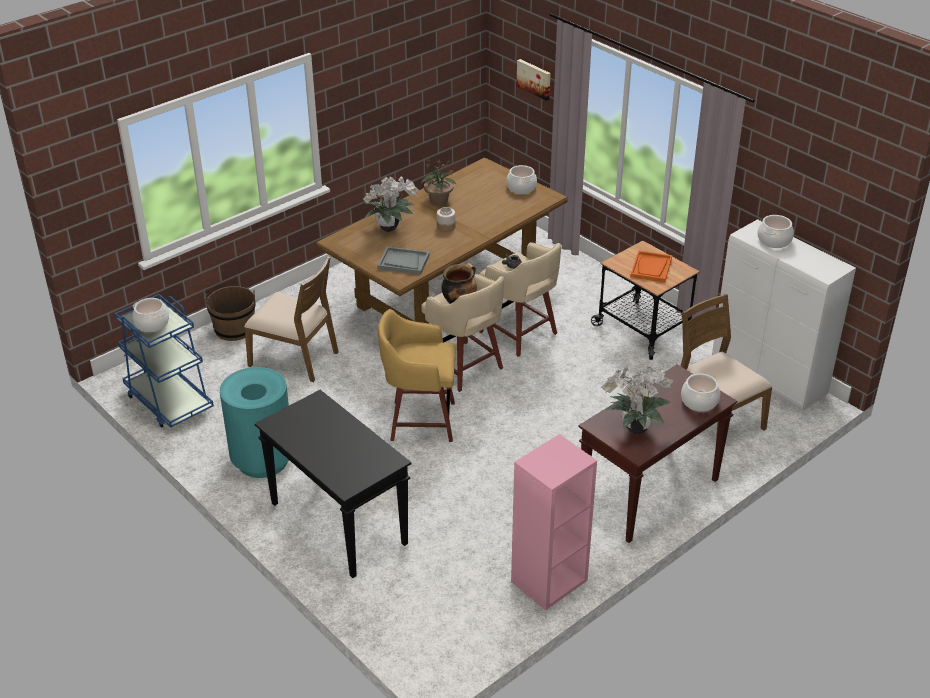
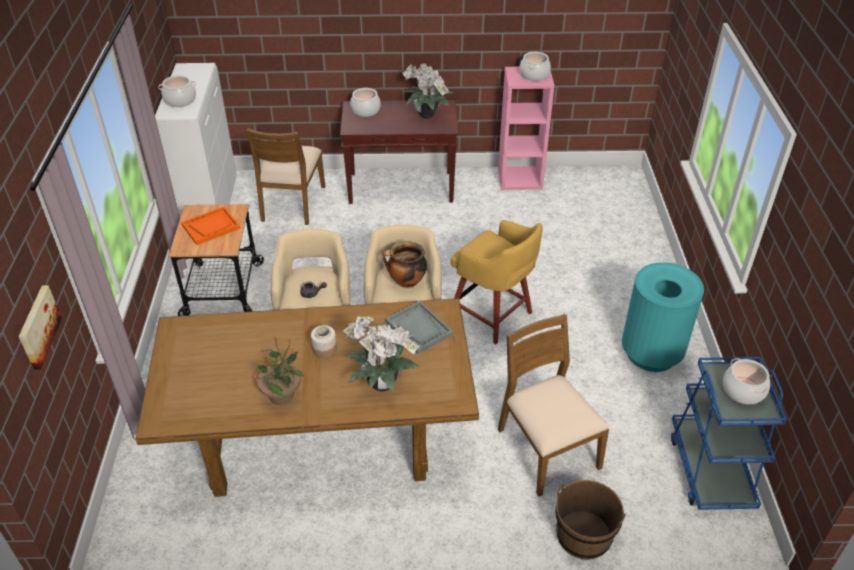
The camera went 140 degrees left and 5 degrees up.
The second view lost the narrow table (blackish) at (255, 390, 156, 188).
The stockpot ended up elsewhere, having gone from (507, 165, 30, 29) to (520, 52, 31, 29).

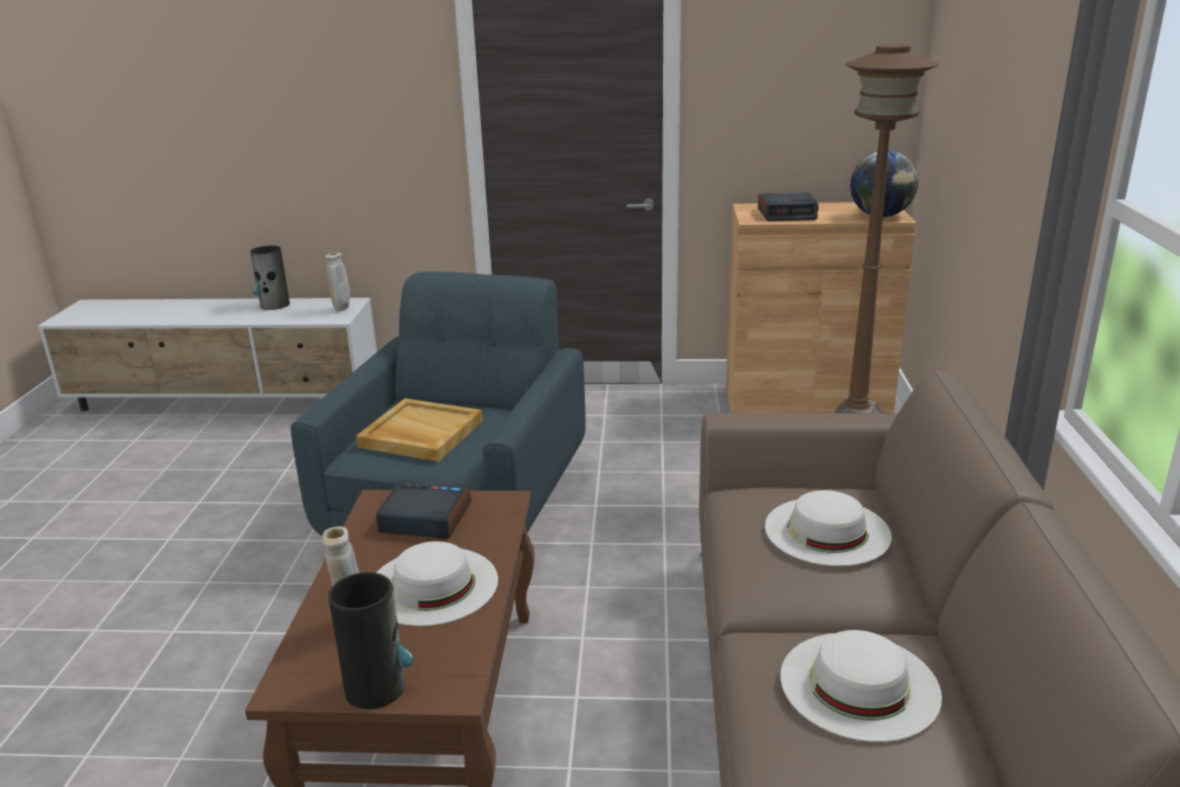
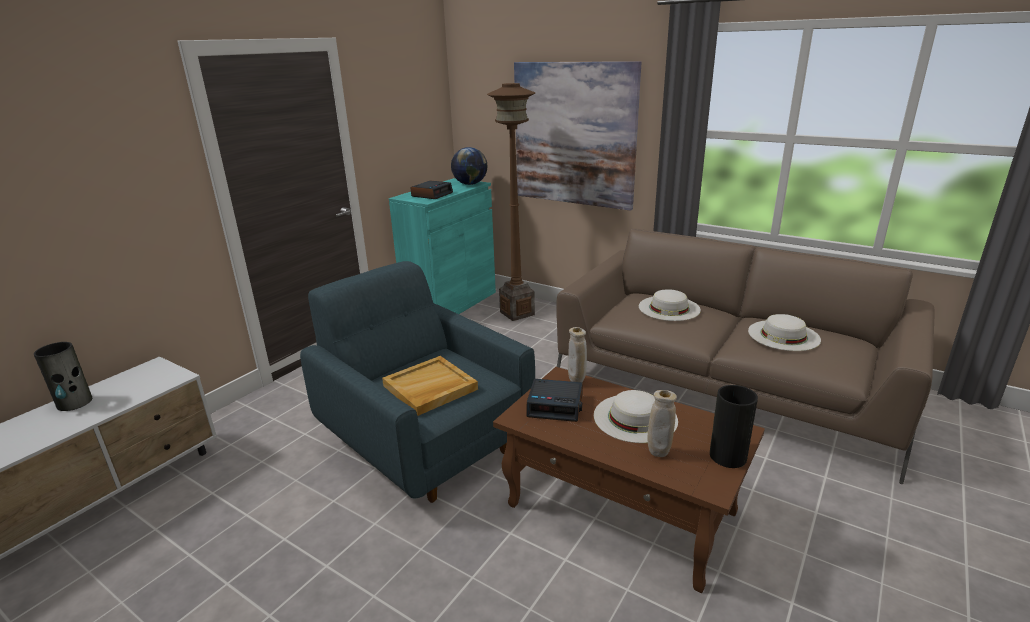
The camera went 60 degrees left and 0 degrees up.
The second view gained the picture at (514, 61, 127, 150).
The flower vase (beige) ended up elsewhere, having gone from (325, 252, 25, 59) to (568, 327, 19, 55).
What was the cabinet (brown) at (726, 202, 190, 211) turned into the cabinet (blue-green) at (389, 178, 107, 136).
The alarm clock at (376, 480, 96, 59) ended up facing another way, 120 degrees counterclockwise from before.

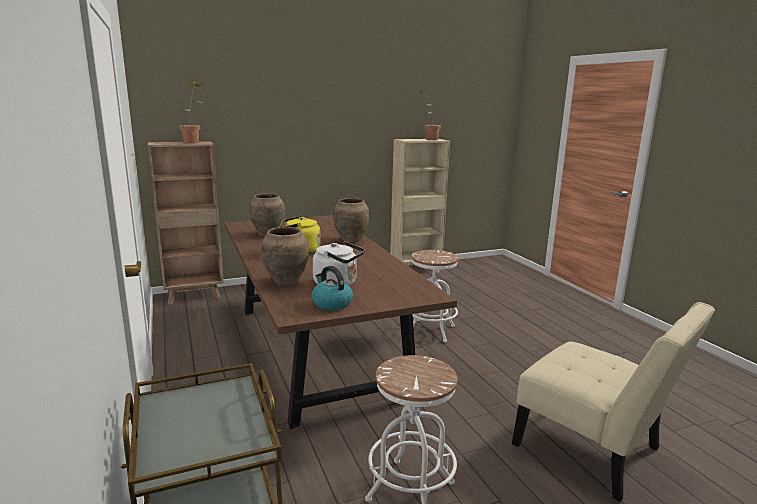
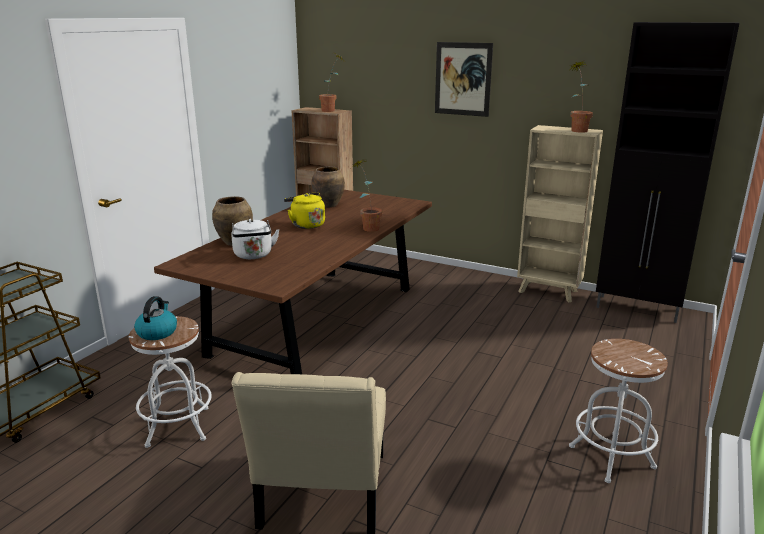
The camera went 50 degrees right and 5 degrees up.
The second view gained the picture at (435, 42, 58, 75).
The second view gained the cabinet (blackish) at (596, 22, 143, 301).
The kettle ended up elsewhere, having gone from (312, 266, 41, 44) to (134, 296, 43, 44).
The stool (white-coloured) ended up elsewhere, having gone from (411, 250, 47, 92) to (569, 339, 99, 144).
Where the flower vase (brown) stood at (333, 198, 36, 45), the plant in a pot came to stand at (350, 160, 32, 72).

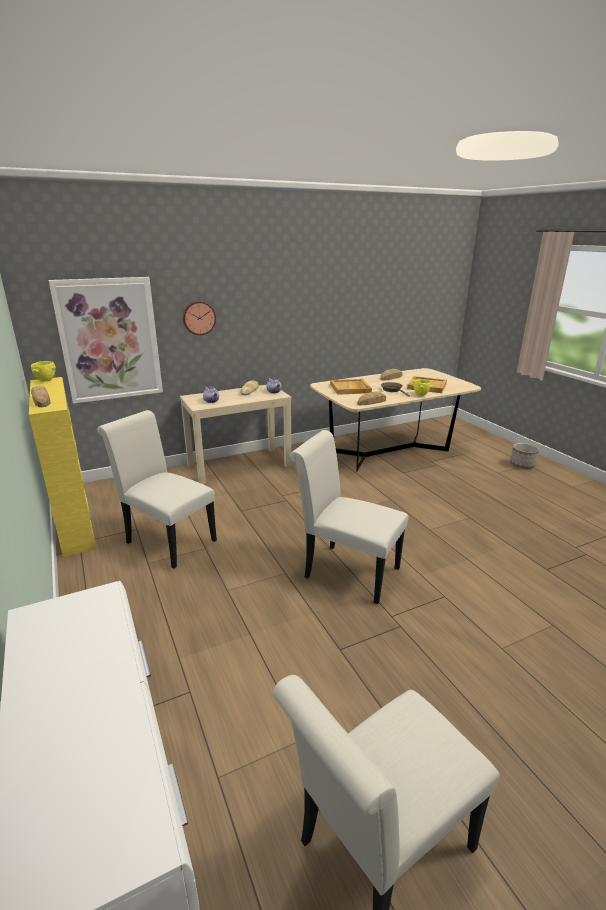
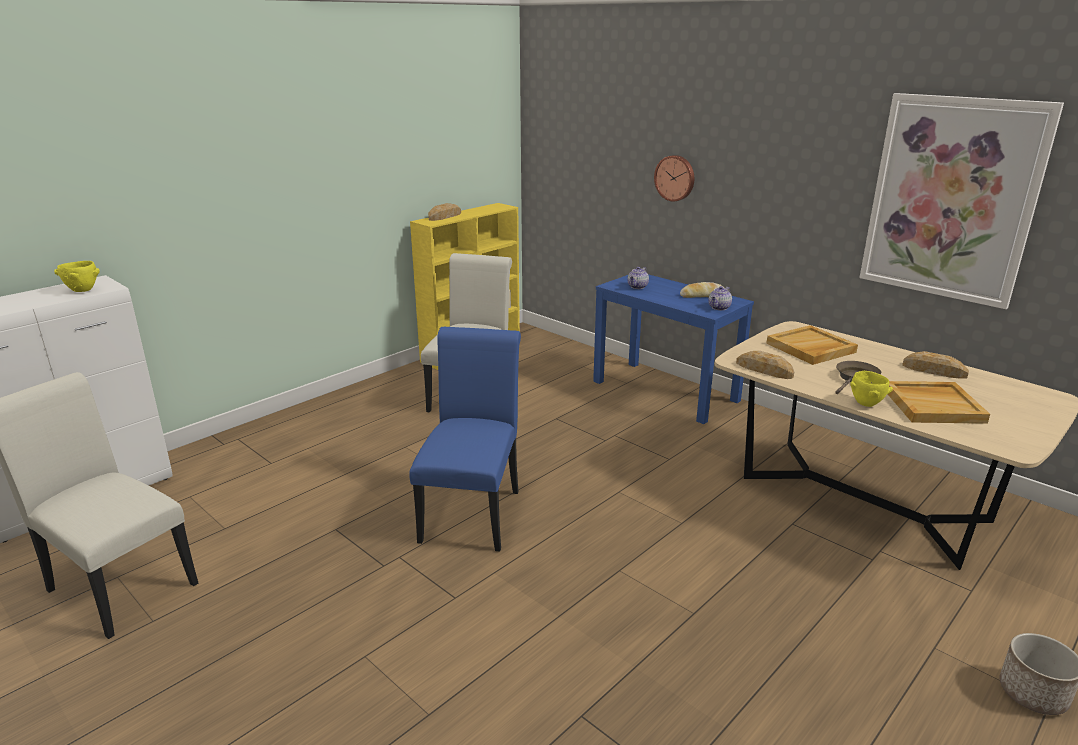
The camera went 70 degrees right and 0 degrees up.
The serving bowl (yellow-coloured) ended up elsewhere, having gone from (31, 361, 25, 21) to (54, 261, 46, 31).
The picture ended up elsewhere, having gone from (49, 277, 114, 127) to (859, 93, 205, 216).
What was the narrow table (beige) at (180, 385, 112, 99) turned into the narrow table (blue) at (593, 274, 161, 150).
What was the plain chair (white-coloured) at (290, 430, 118, 174) turned into the plain chair (blue) at (409, 327, 112, 224).

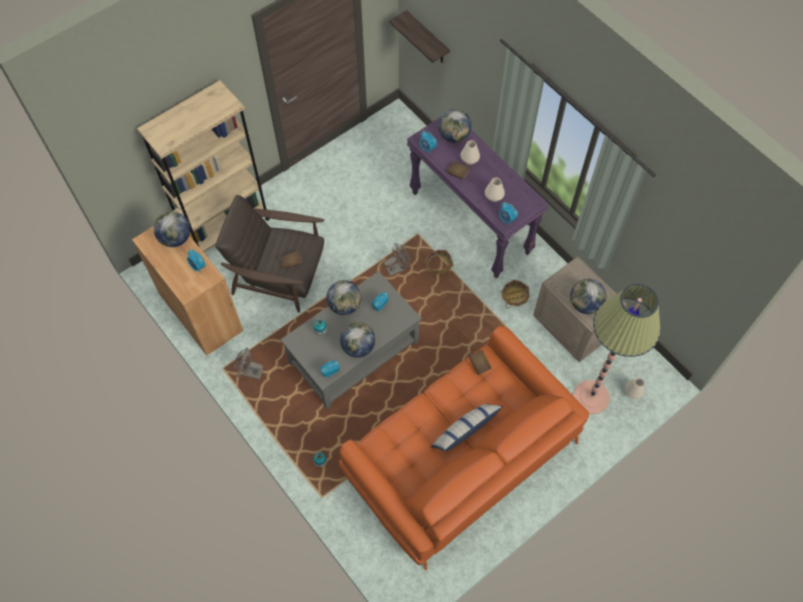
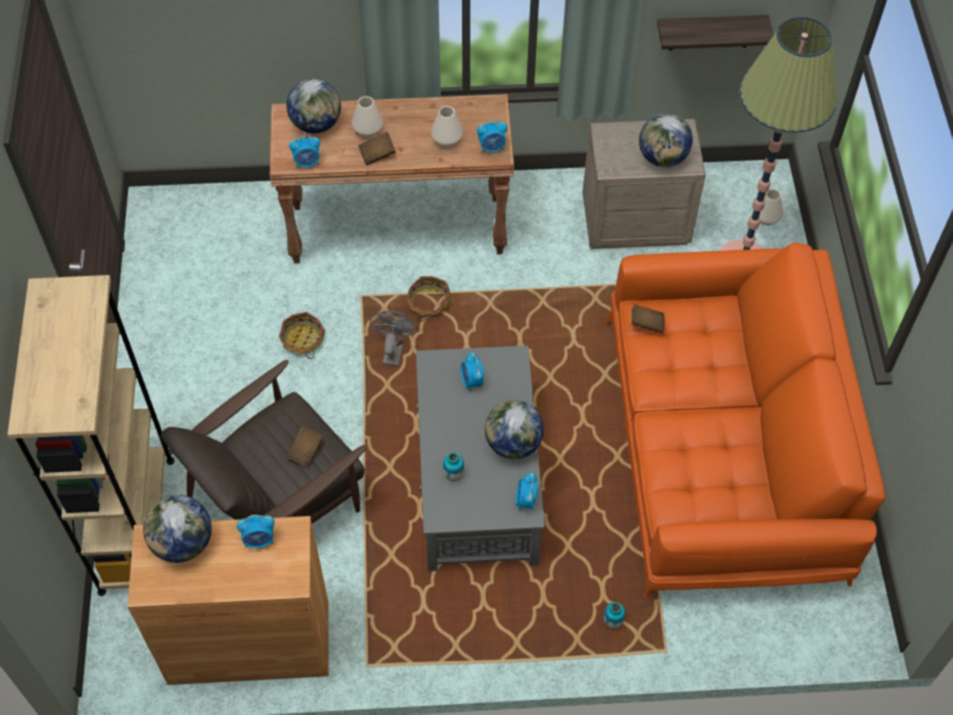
The camera went 55 degrees left and 5 degrees down.
The second view lost the cooling fan (gray) at (234, 347, 29, 32).
The second view lost the world globe at (327, 280, 34, 35).
The second view lost the pillow at (431, 404, 72, 47).
The wall shelf ended up elsewhere, having gone from (389, 10, 61, 53) to (657, 15, 117, 35).
The storage basket ended up elsewhere, having gone from (501, 280, 28, 28) to (279, 312, 46, 47).
What was the narrow table (purplish) at (407, 117, 142, 161) turned into the narrow table (brown) at (270, 94, 244, 169).

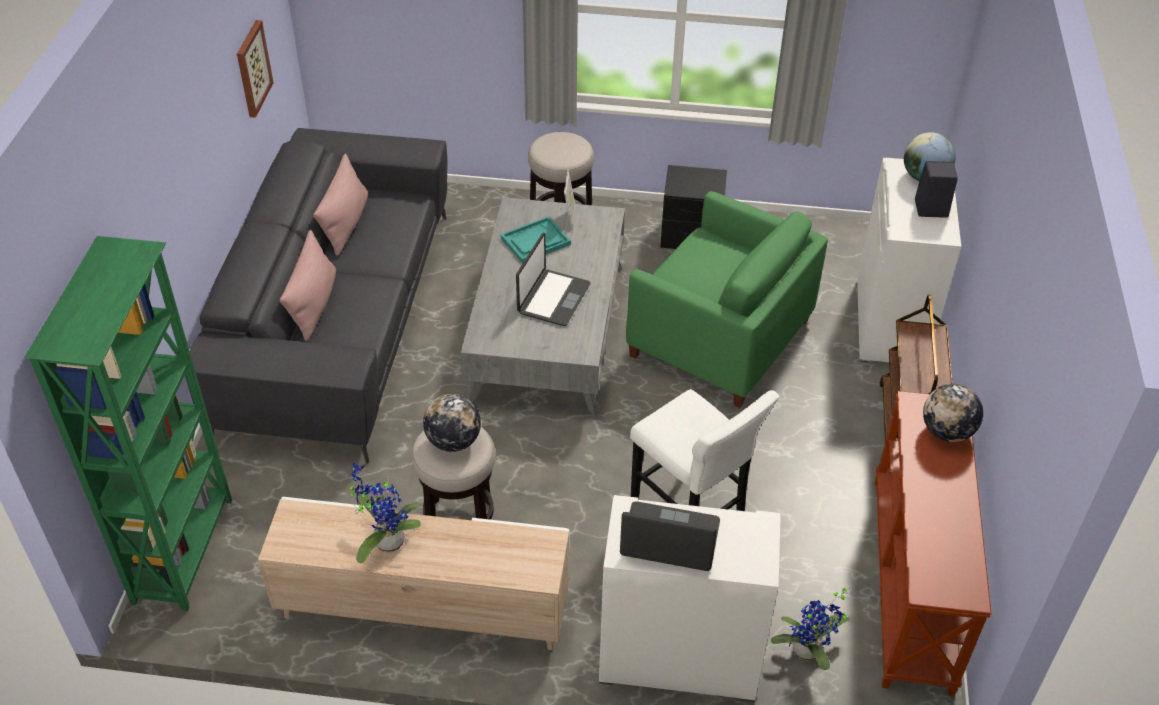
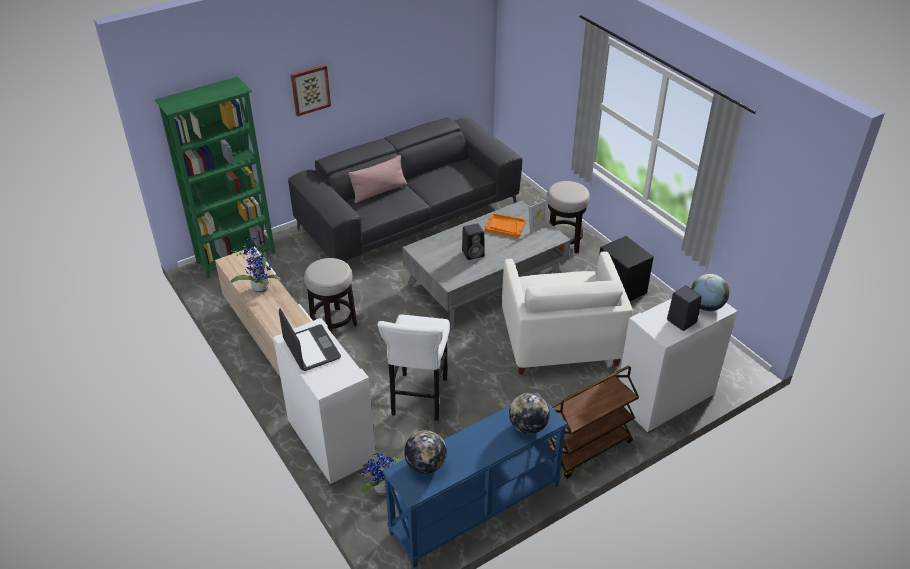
The camera went 50 degrees right and 5 degrees down.
The second view lost the pillow (pinkish) at (313, 154, 55, 102).
The picture ended up elsewhere, having gone from (237, 20, 36, 98) to (291, 65, 40, 51).
The world globe ended up elsewhere, having gone from (423, 394, 58, 58) to (404, 430, 43, 44).
Where the notebook computer stood at (516, 233, 75, 93), the loudspeaker (blackish) came to stand at (462, 223, 23, 37).
What was the tray (blue-green) at (500, 216, 71, 48) turned into the tray (orange) at (485, 213, 41, 25).
What was the lounge chair (green-coloured) at (626, 191, 202, 217) turned into the lounge chair (white-coloured) at (502, 251, 130, 124).
What was the narrow table (brown) at (875, 391, 116, 305) turned into the narrow table (blue) at (382, 392, 186, 176).

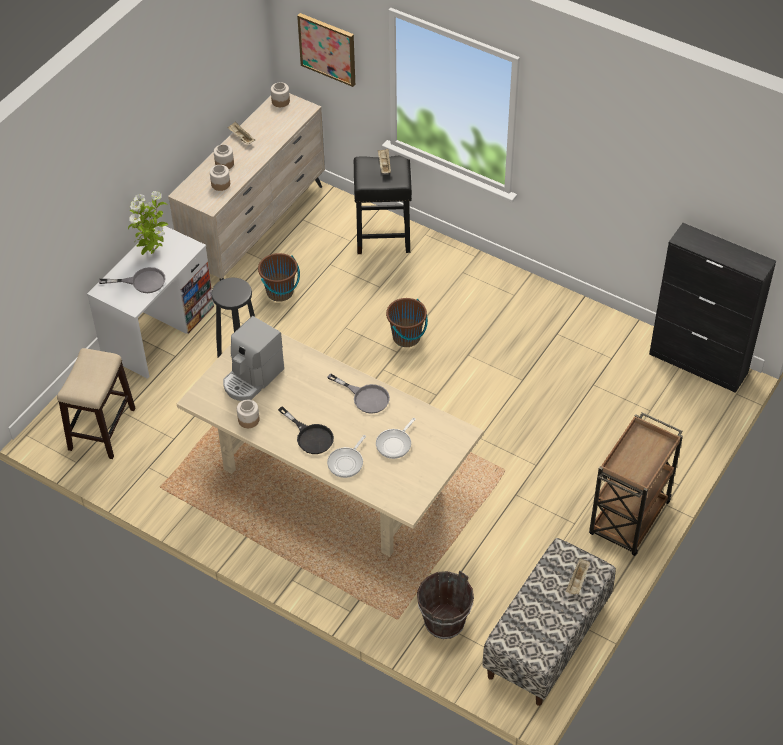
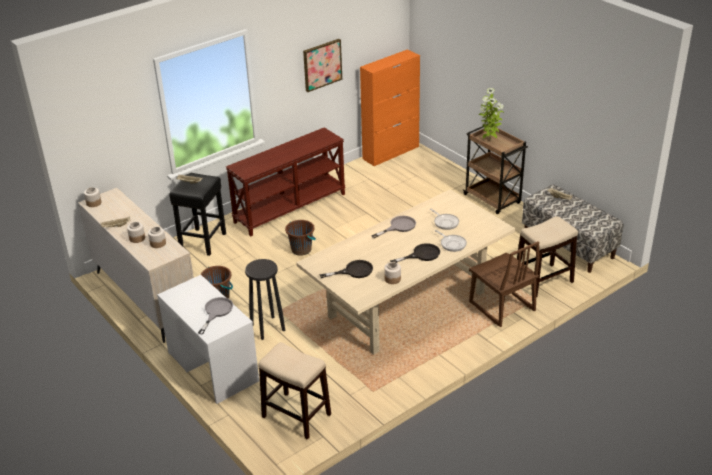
The camera went 70 degrees left and 15 degrees down.
The second view gained the narrow table (brown) at (226, 127, 120, 110).
The second view gained the plain chair (brown) at (469, 241, 71, 86).
The plant in a pot ended up elsewhere, having gone from (128, 191, 40, 64) to (479, 88, 25, 52).
The picture ended up elsewhere, having gone from (297, 13, 58, 74) to (303, 39, 39, 53).
Where the coffee brewer stood at (223, 316, 61, 85), the pan (blackish) came to stand at (320, 260, 53, 18).
Where the water bucket (brown) stood at (417, 571, 57, 68), the stool came to stand at (517, 216, 61, 81).
What was the cabinet (blackish) at (649, 223, 127, 170) turned into the cabinet (orange) at (360, 49, 60, 117).

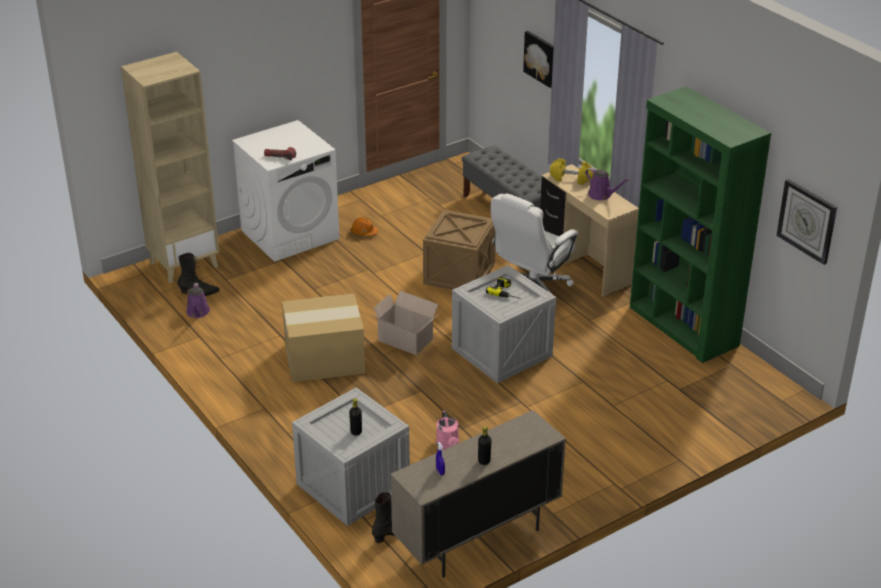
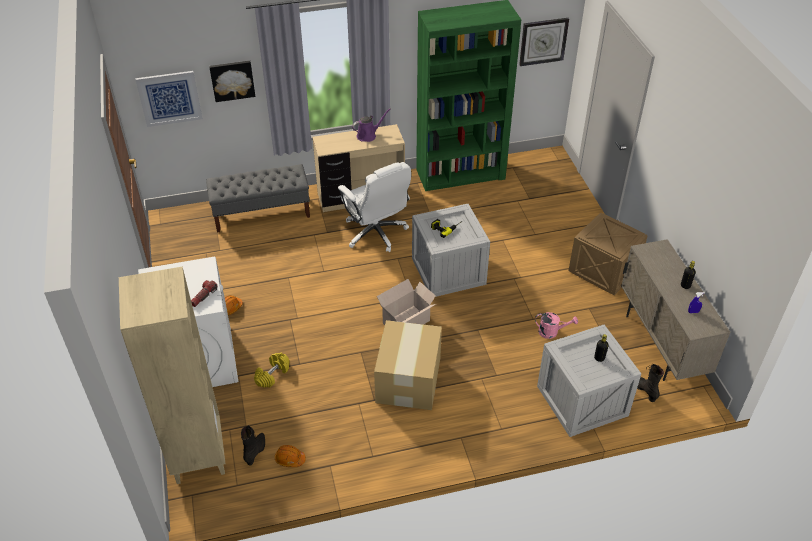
The camera went 70 degrees left and 10 degrees up.
The second view gained the picture at (135, 71, 67, 56).
The packing crate ended up elsewhere, having gone from (423, 209, 73, 81) to (568, 212, 80, 83).
The dumbbell (yellow-coloured) ended up elsewhere, having gone from (550, 158, 43, 27) to (254, 353, 36, 35).
Where the watering pot (purplish) stood at (186, 283, 24, 35), the safety helmet (orange) came to stand at (275, 445, 31, 22).

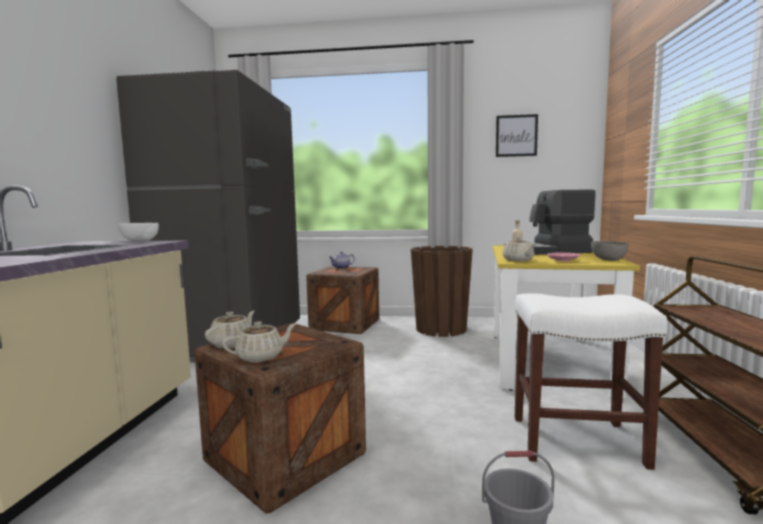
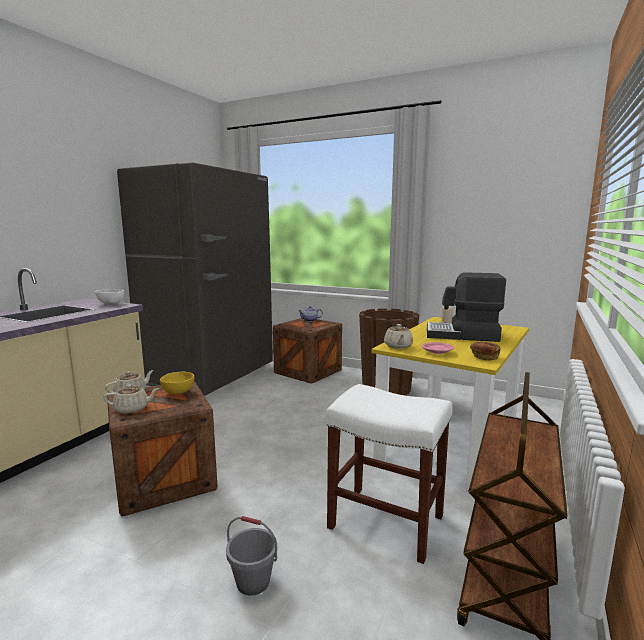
The camera went 20 degrees right and 5 degrees up.
The second view lost the picture at (496, 114, 42, 43).
The second view gained the serving bowl (yellow-coloured) at (160, 372, 34, 23).
Where the serving bowl (gray) stood at (591, 241, 38, 20), the baked bread came to stand at (470, 342, 30, 19).

